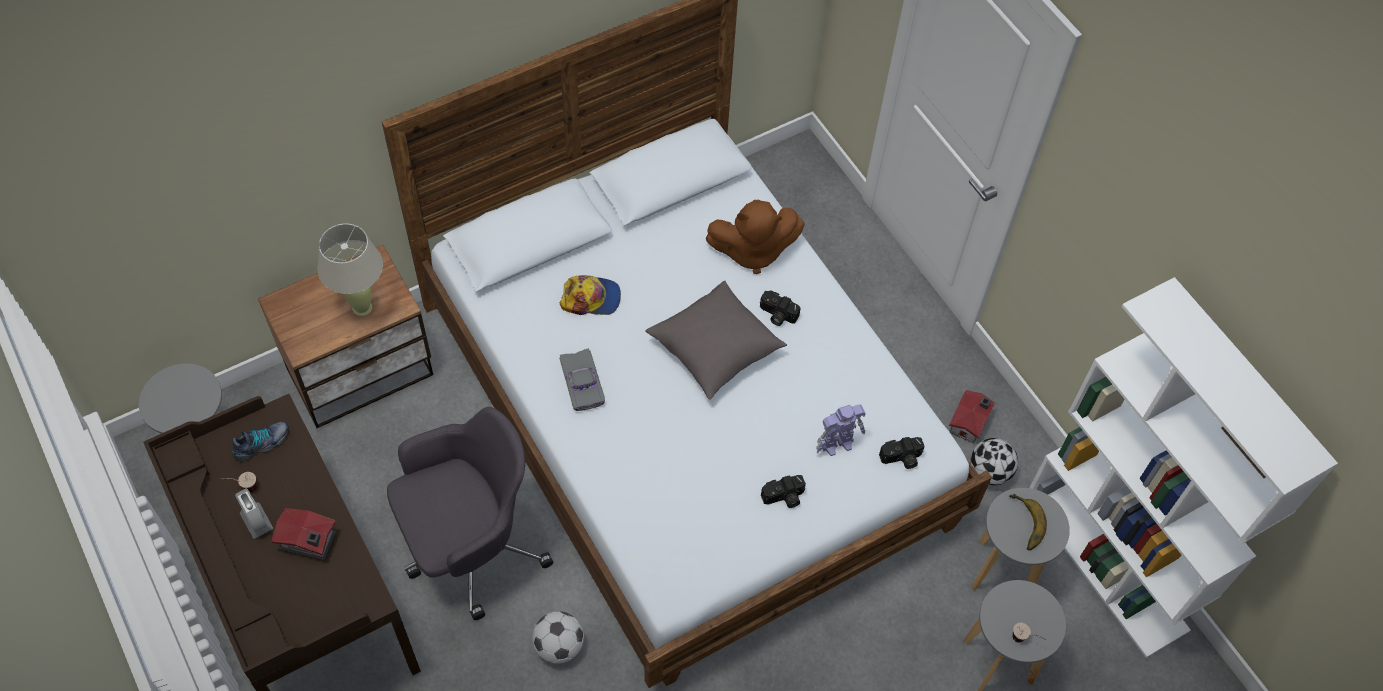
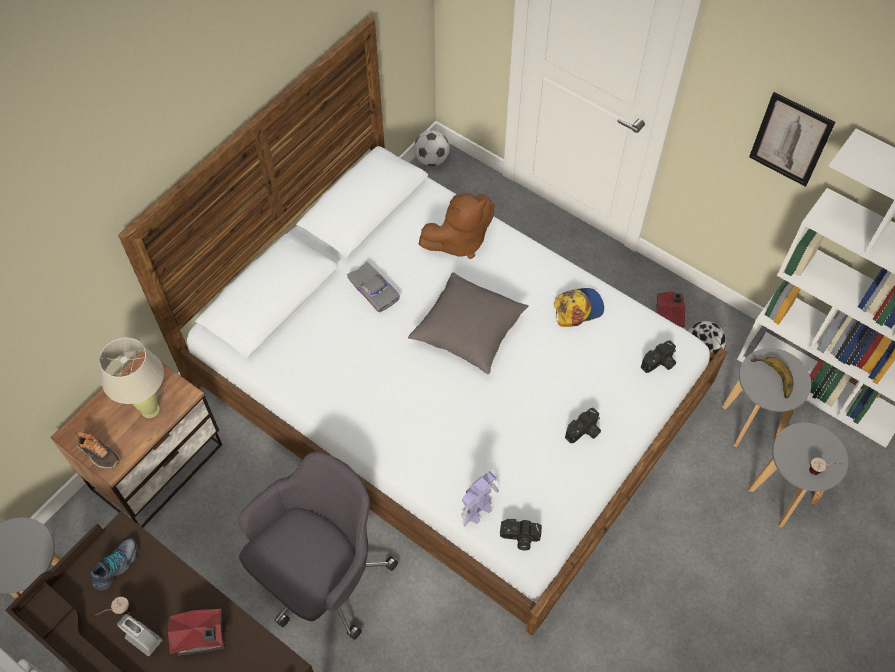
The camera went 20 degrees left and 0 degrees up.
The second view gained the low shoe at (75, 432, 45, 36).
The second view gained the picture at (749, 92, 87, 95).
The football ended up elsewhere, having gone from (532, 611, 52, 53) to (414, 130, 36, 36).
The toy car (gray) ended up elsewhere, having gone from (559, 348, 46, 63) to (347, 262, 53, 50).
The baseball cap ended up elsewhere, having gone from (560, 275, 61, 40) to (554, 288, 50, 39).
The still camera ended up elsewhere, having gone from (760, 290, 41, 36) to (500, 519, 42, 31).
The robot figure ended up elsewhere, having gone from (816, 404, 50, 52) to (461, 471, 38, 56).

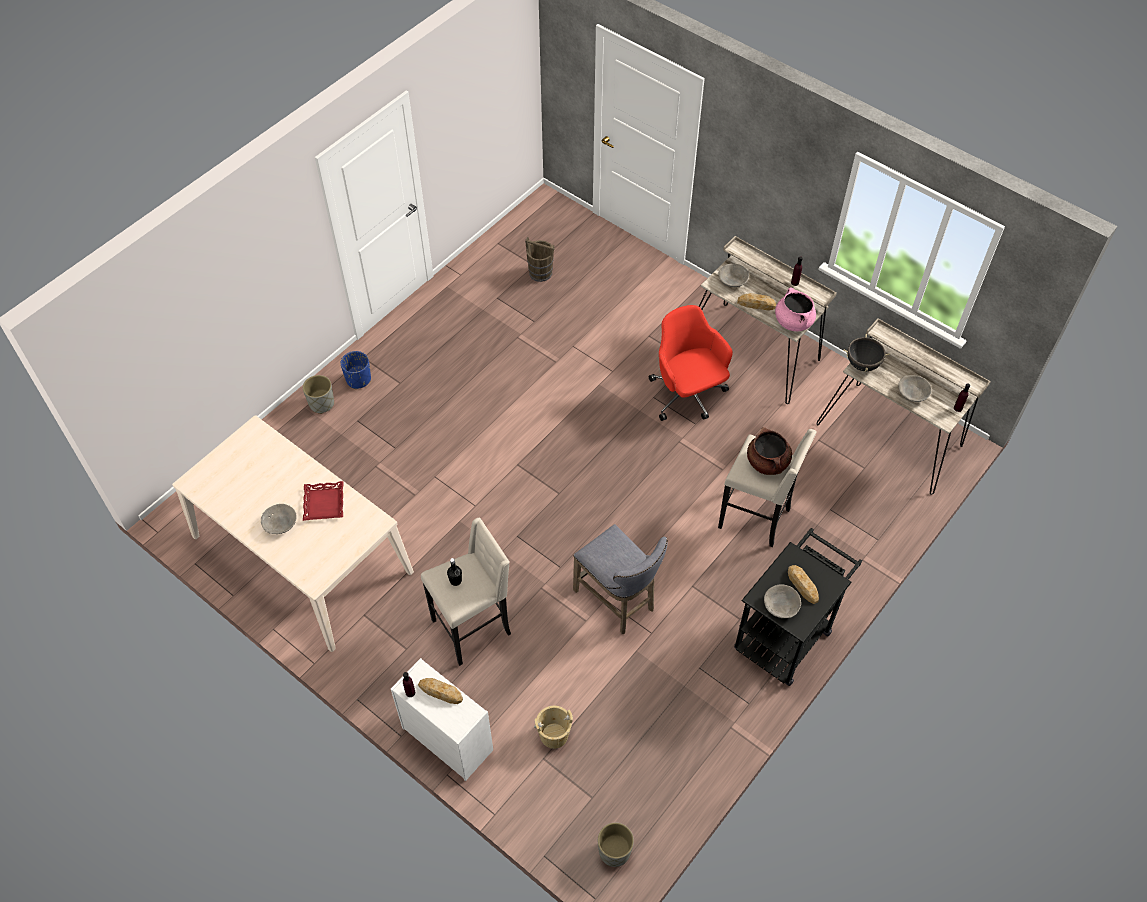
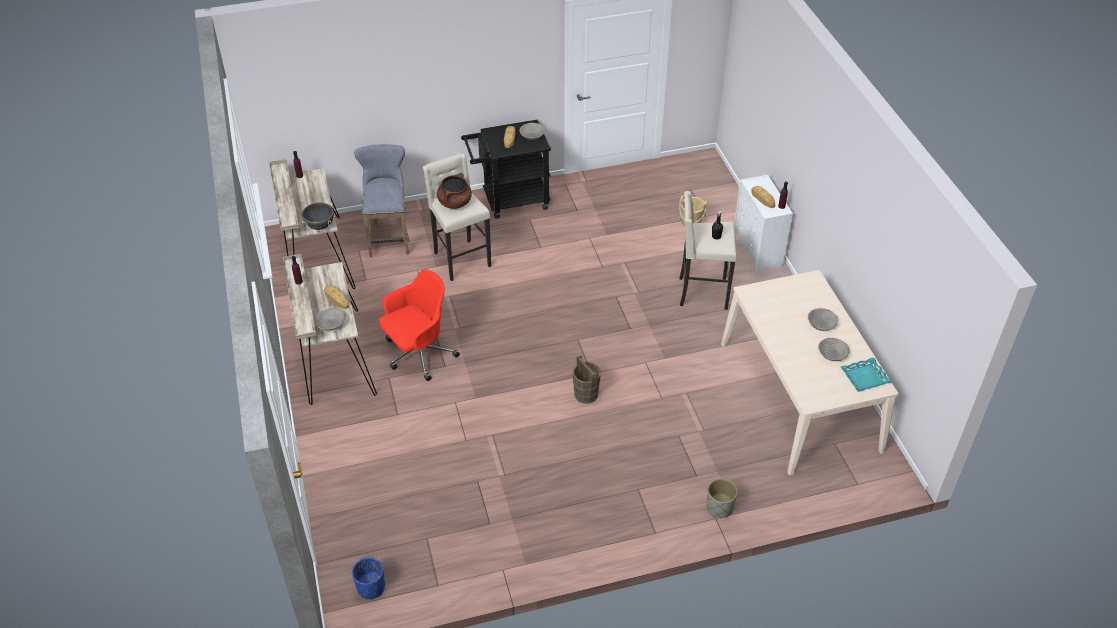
The camera went 145 degrees left and 10 degrees down.
The second view lost the tray (red) at (303, 481, 40, 40).
The second view lost the plant pot (gray) at (598, 822, 36, 45).
The second view lost the stockpot (pinkish) at (775, 287, 41, 44).
The second view gained the tray (blue-green) at (841, 357, 51, 35).
The plant pot (blue) ended up elsewhere, having gone from (340, 351, 31, 38) to (352, 557, 33, 42).
The water bucket (brown) ended up elsewhere, having gone from (525, 237, 30, 45) to (573, 355, 28, 49).
The stool (gray) ended up elsewhere, having gone from (573, 524, 95, 110) to (354, 144, 55, 113).
The serving bowl (gray) ended up elsewhere, having gone from (898, 375, 34, 27) to (818, 338, 32, 23).
The desk chair (red) at (649, 305, 84, 116) ended up facing another way, 135 degrees counterclockwise from before.

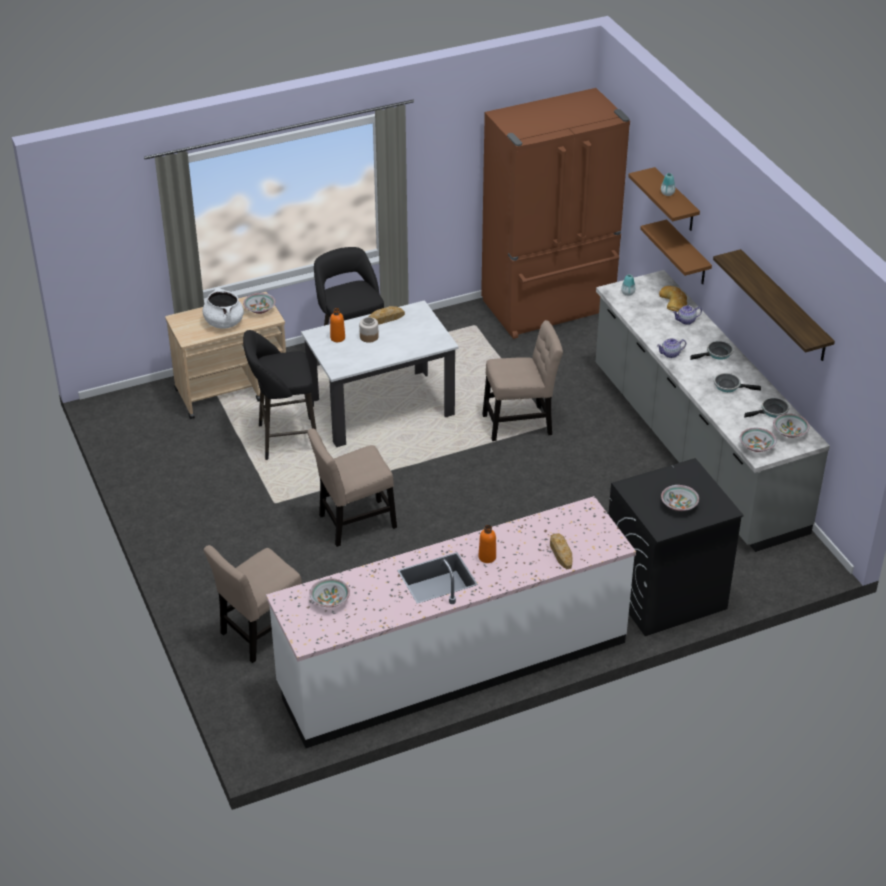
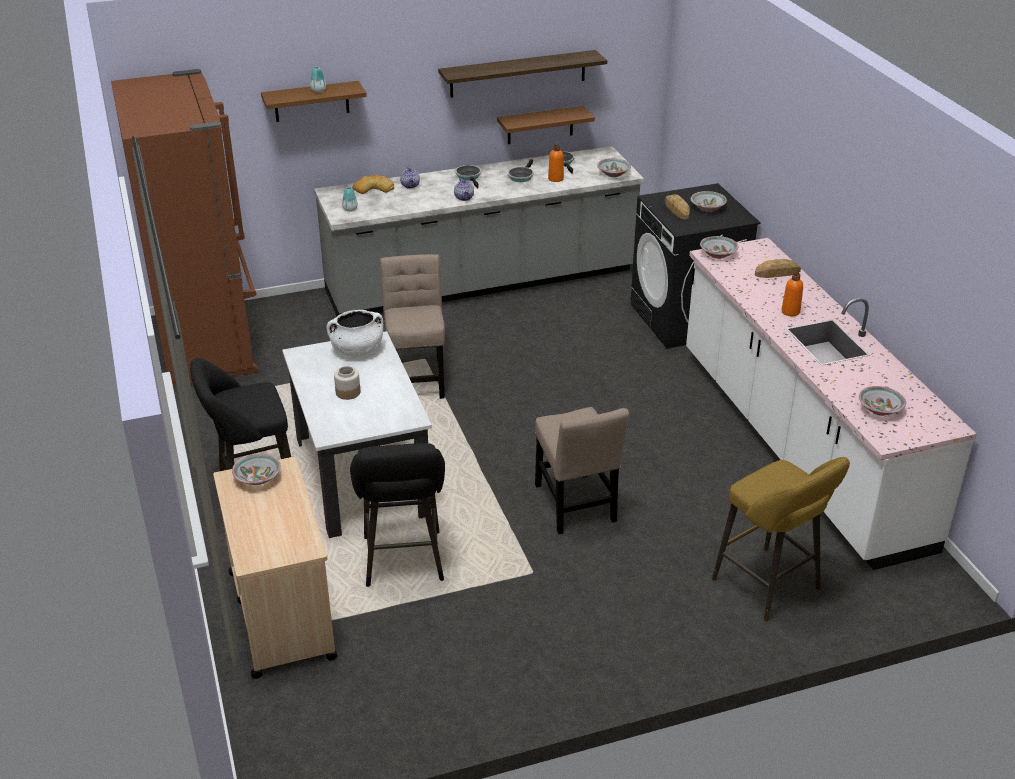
The camera went 85 degrees left and 5 degrees down.
The stockpot (white-coloured) ended up elsewhere, having gone from (202, 287, 42, 42) to (327, 310, 56, 46).
The beverage bottle (orange) ended up elsewhere, having gone from (330, 308, 15, 34) to (548, 144, 16, 38).
The baked bread ended up elsewhere, having gone from (369, 306, 36, 19) to (665, 194, 25, 25).
The wall shelf (brown) ended up elsewhere, having gone from (640, 219, 72, 65) to (497, 106, 98, 38).
The serving bowl ended up elsewhere, having gone from (773, 413, 36, 25) to (700, 236, 38, 23).
Where the plain chair (beige) stood at (204, 545, 98, 118), the stool (yellow-coloured) came to stand at (712, 457, 138, 165).

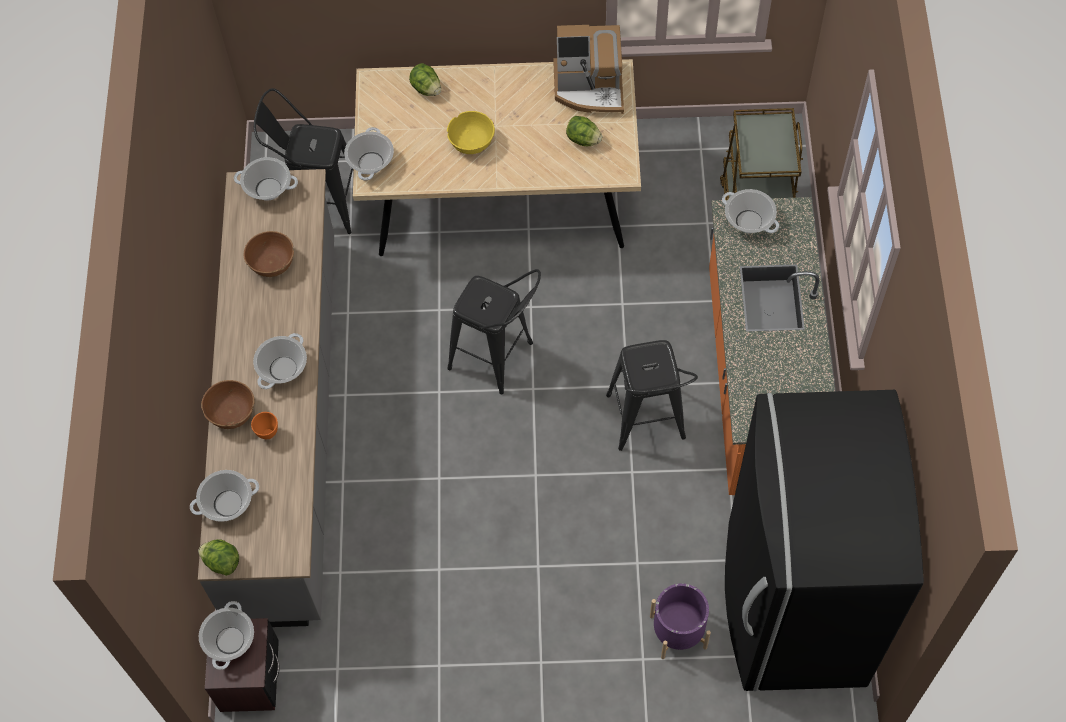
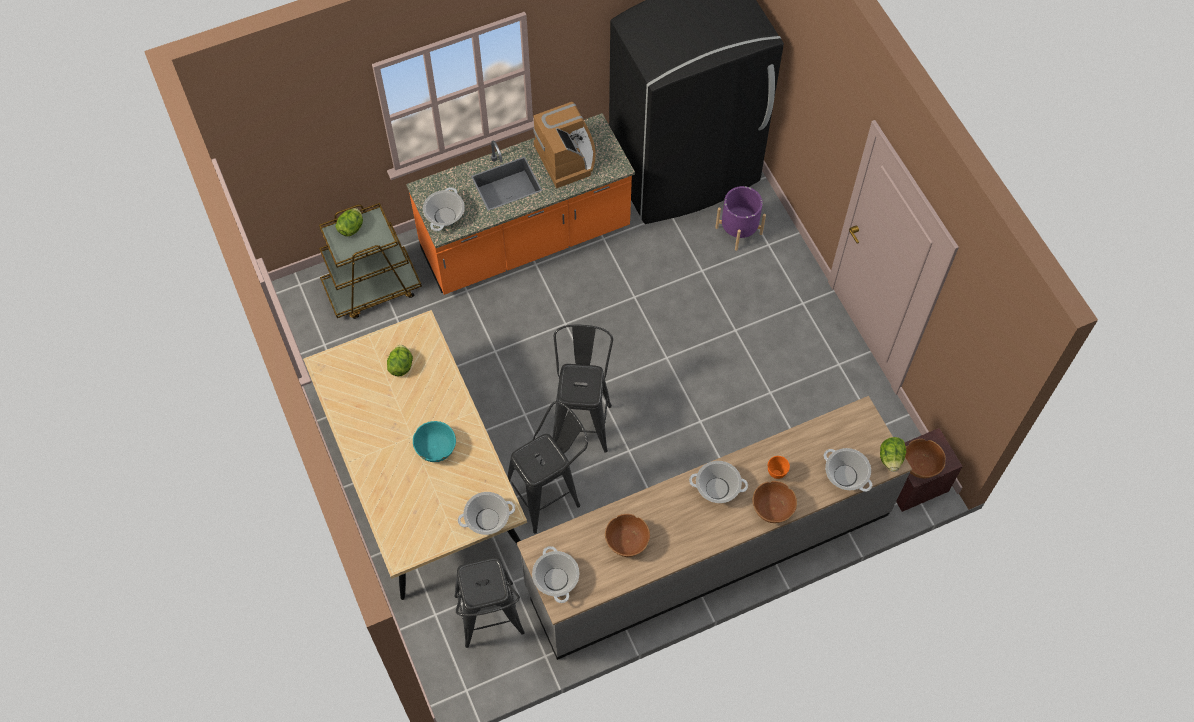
The camera went 115 degrees left and 0 degrees up.
The lettuce head ended up elsewhere, having gone from (409, 63, 32, 33) to (336, 208, 27, 29).
The coffee brewer ended up elsewhere, having gone from (553, 25, 71, 89) to (533, 102, 63, 87).
The stool (blackish) ended up elsewhere, having gone from (606, 340, 92, 111) to (508, 401, 80, 133).
Where the stockpot stood at (199, 601, 55, 69), the serving bowl (brown) came to stand at (905, 439, 41, 39).
What was the serving bowl (yellow-coloured) at (447, 111, 48, 43) turned into the serving bowl (blue-green) at (413, 421, 43, 41).

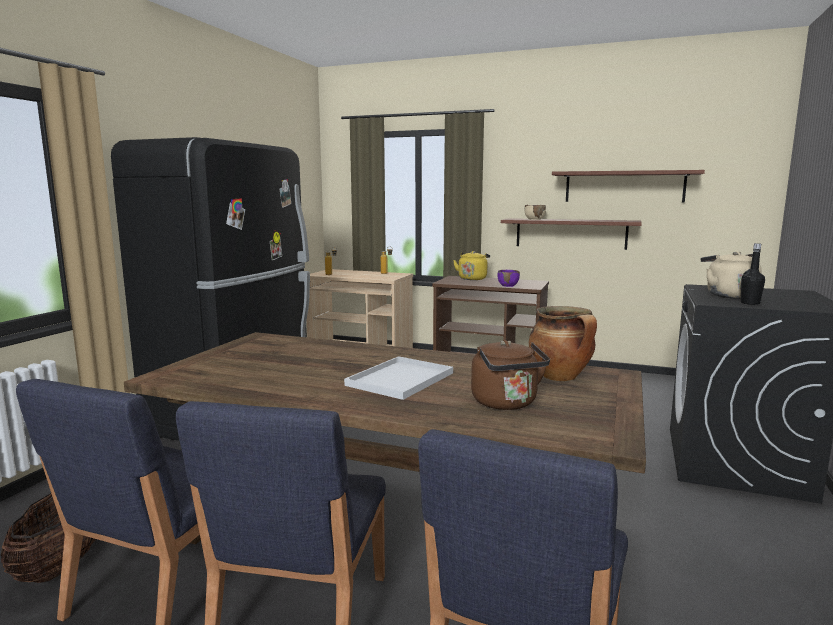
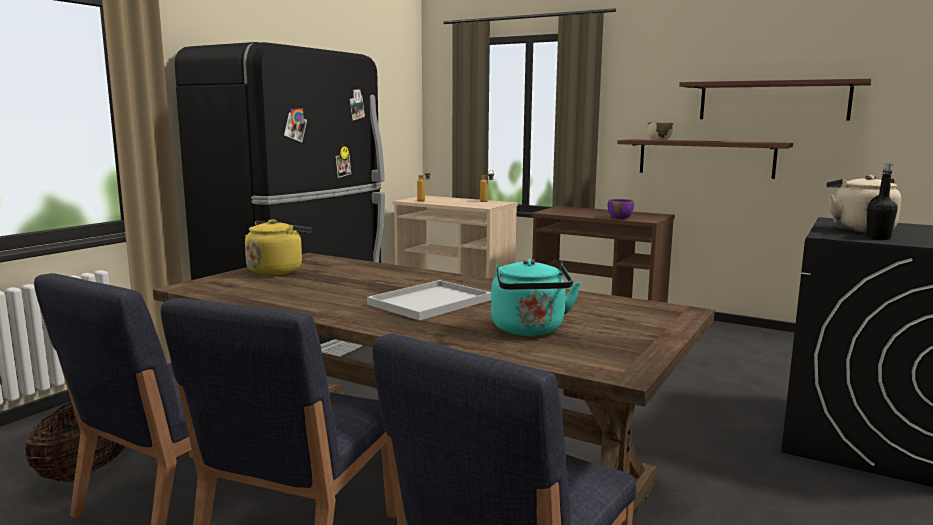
The camera went 10 degrees right and 0 degrees up.
The second view lost the stockpot at (529, 306, 68, 75).
The kettle (yellow-coloured) ended up elsewhere, having gone from (453, 251, 37, 29) to (245, 219, 67, 57).
What was the kettle (brown) at (471, 340, 79, 70) turned into the kettle (blue-green) at (491, 259, 90, 77).

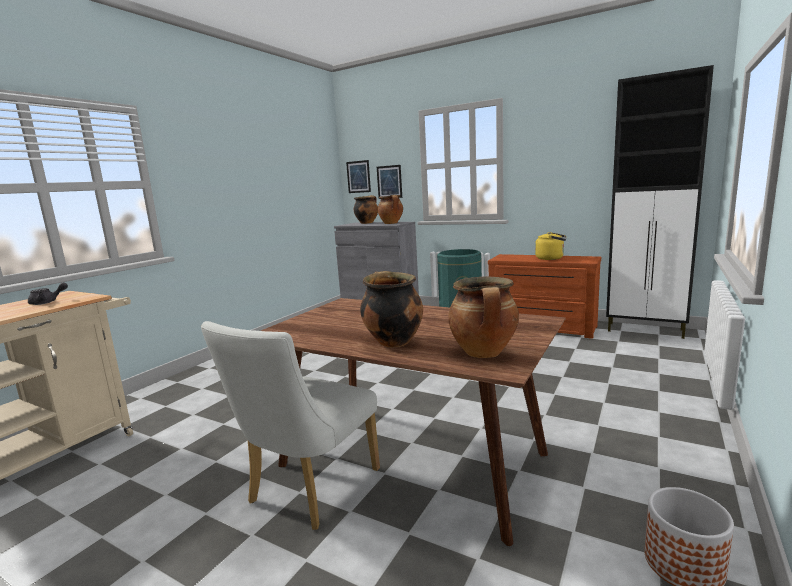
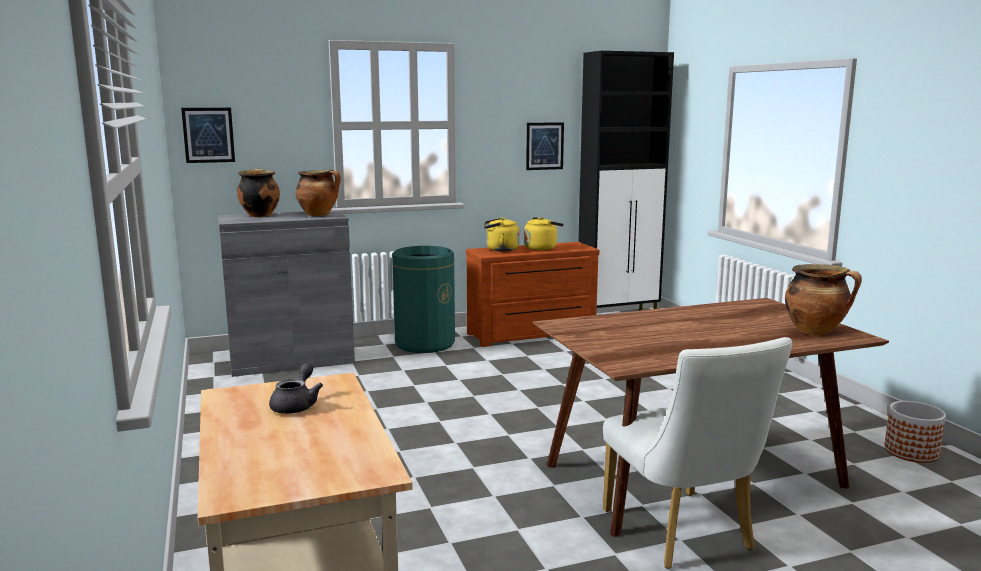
The camera went 50 degrees left and 0 degrees up.
The second view lost the stockpot at (360, 271, 63, 76).
The second view gained the kettle (yellow-coloured) at (484, 217, 36, 34).
The picture ended up elsewhere, having gone from (377, 165, 25, 34) to (526, 122, 38, 48).

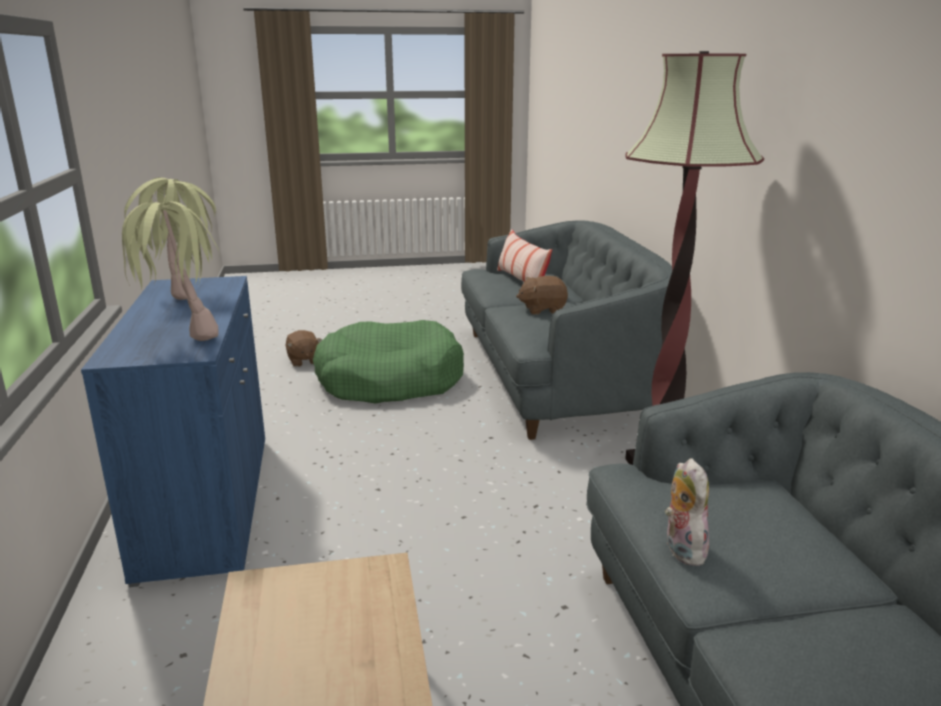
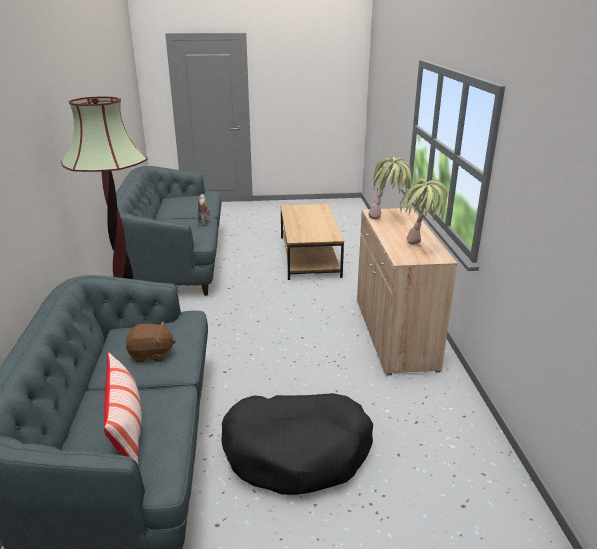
The camera went 175 degrees left and 5 degrees up.
The second view lost the plush toy (brown) at (286, 330, 36, 37).
What was the cabinet (blue) at (81, 276, 184, 311) turned into the cabinet (beige) at (357, 208, 101, 167).
What was the dog bed (green-coloured) at (313, 320, 151, 84) turned into the dog bed (blackish) at (221, 393, 152, 102).

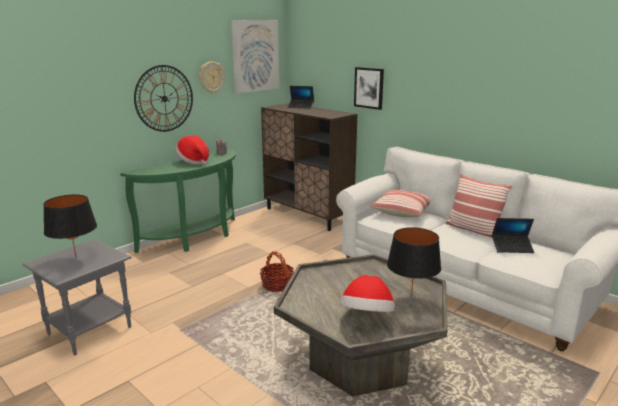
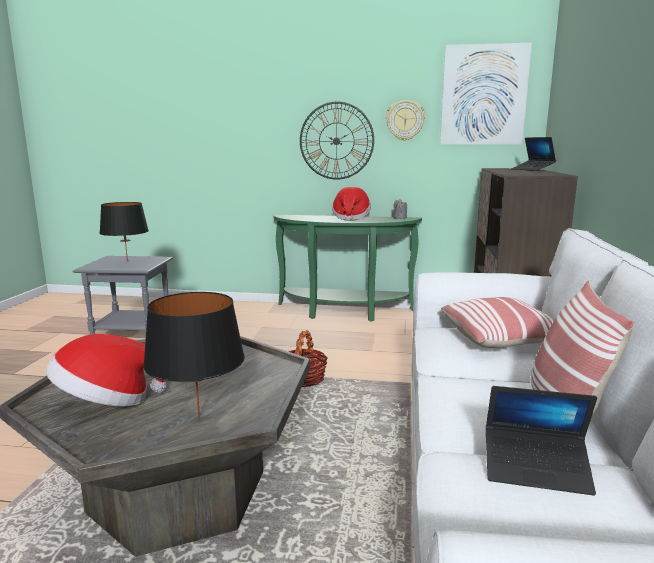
The camera went 55 degrees right and 5 degrees down.
The second view lost the picture at (354, 67, 30, 43).
The notebook computer at (492, 218, 42, 35) ended up facing another way, 45 degrees counterclockwise from before.

